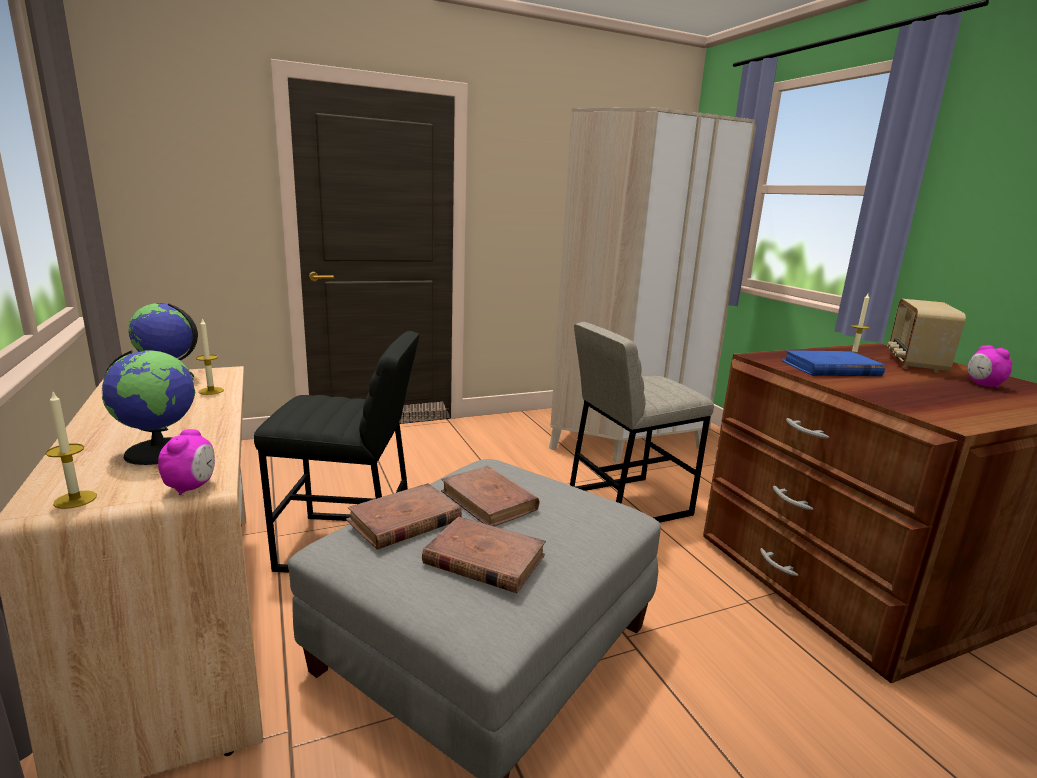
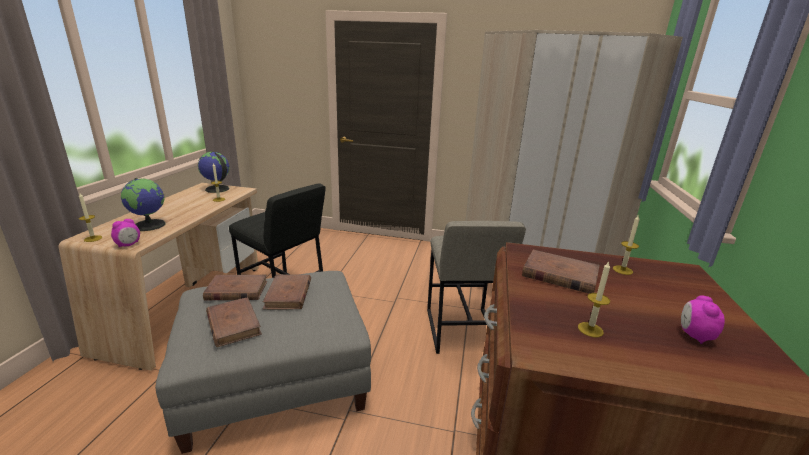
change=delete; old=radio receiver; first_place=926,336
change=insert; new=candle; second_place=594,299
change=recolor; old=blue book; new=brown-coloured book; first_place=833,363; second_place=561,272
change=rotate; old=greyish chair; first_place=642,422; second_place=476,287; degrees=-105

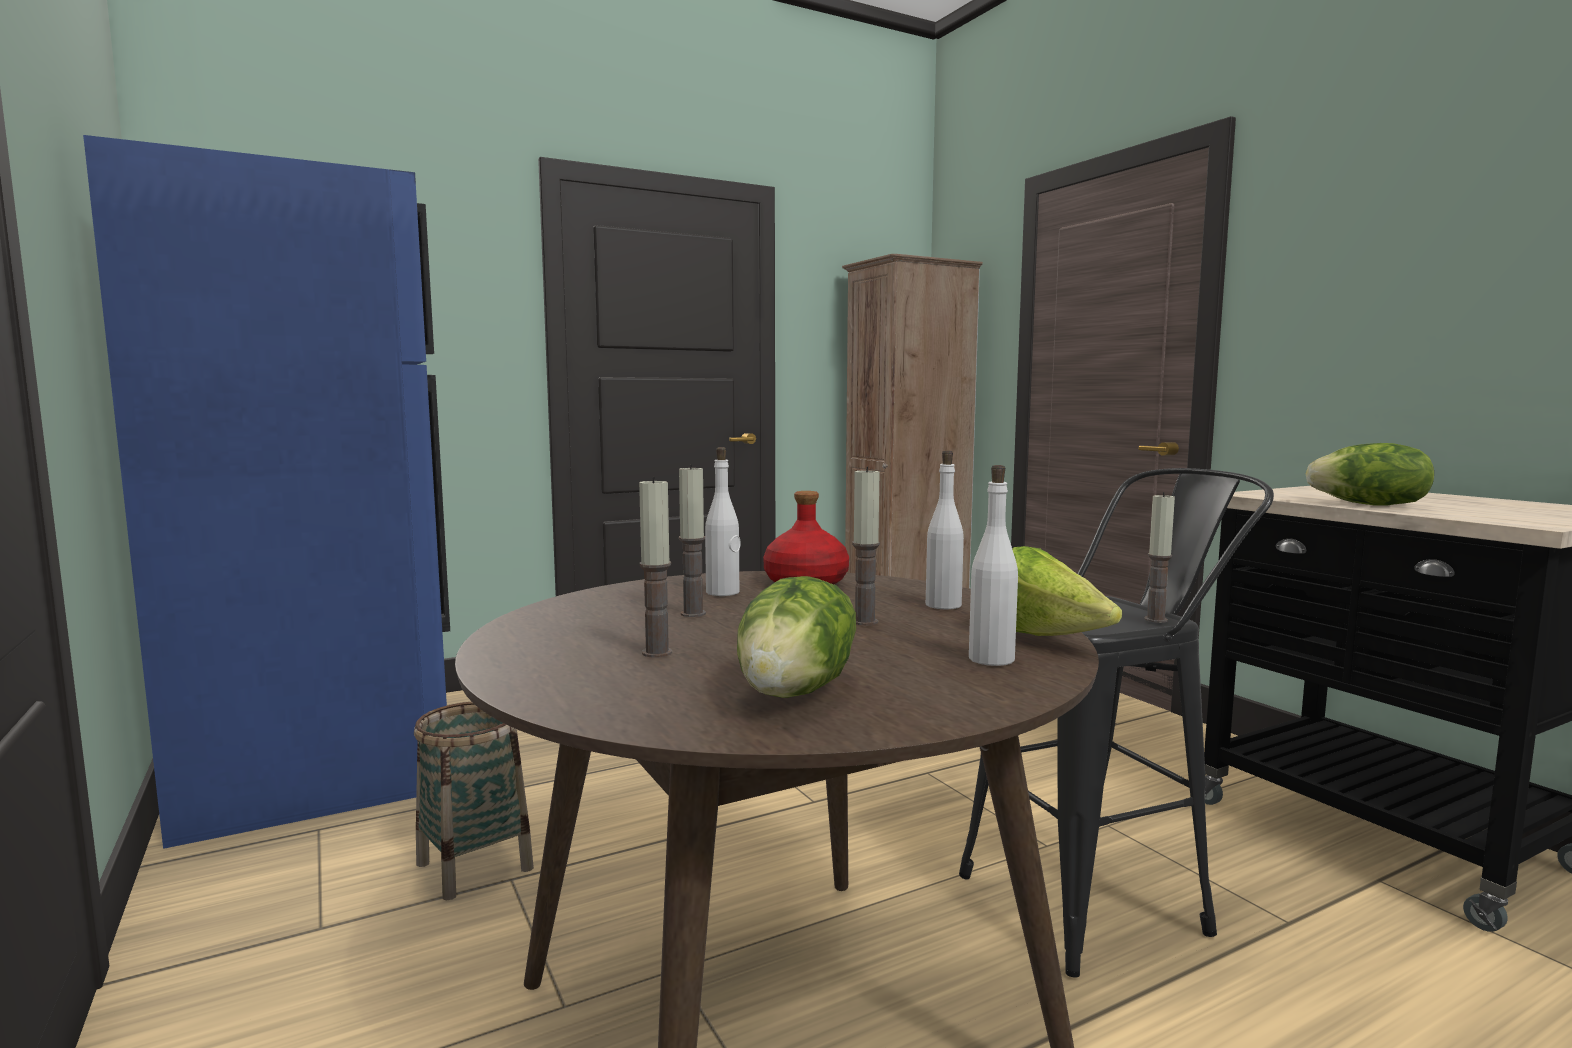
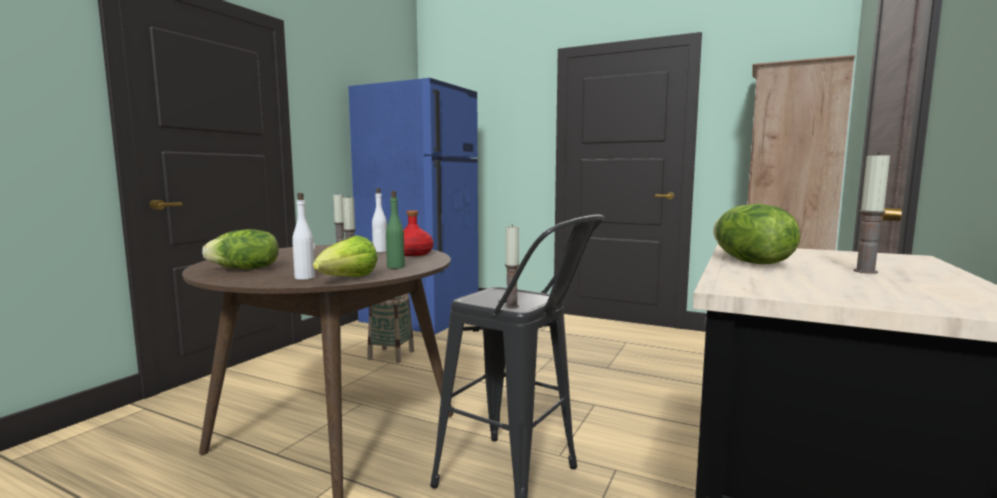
change=move; old=candle; first_place=655,567; second_place=871,213
change=recolor; old=whitish beverage bottle; new=green beverage bottle; first_place=945,530; second_place=395,230

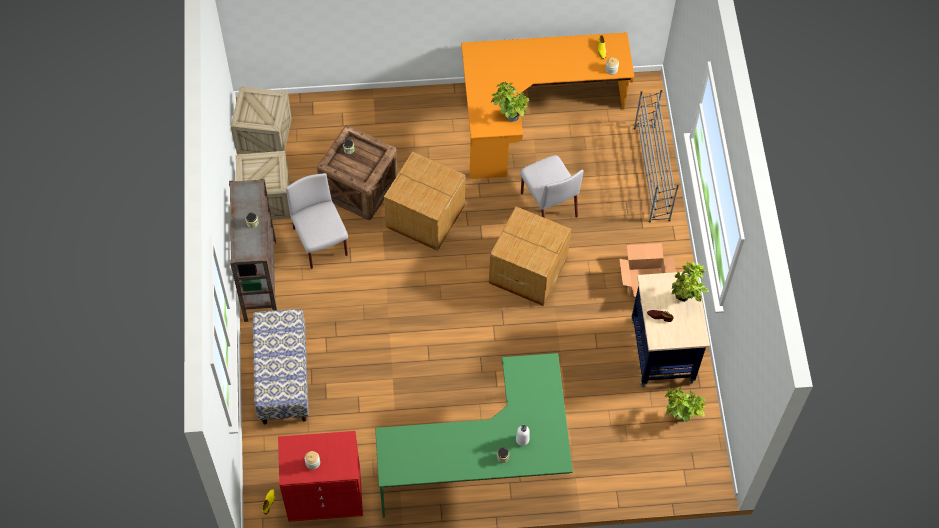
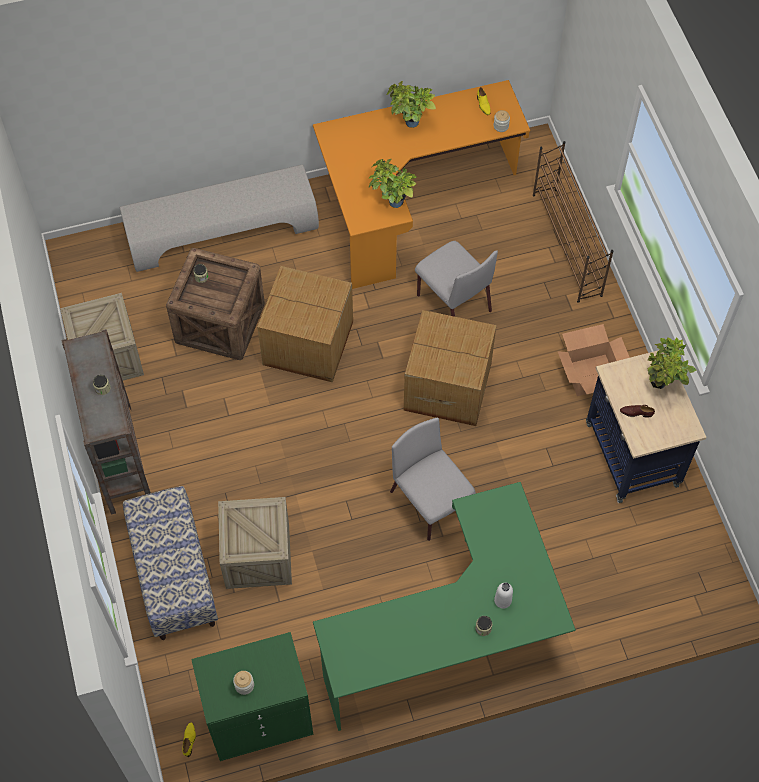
change=insert; new=greyish indoor bench; second_place=219,218
change=move; old=packing crate; first_place=261,120; second_place=255,543
change=move; old=greyish chair; first_place=317,221; second_place=433,479
change=move; old=potted plant; first_place=685,404; second_place=411,104
change=recolor; old=red cupboard; new=green cupboard; first_place=320,476; second_place=252,696
change=recolor; old=greyish shoe shelf; new=brown-coloured shoe shelf; first_place=656,156; second_place=573,222

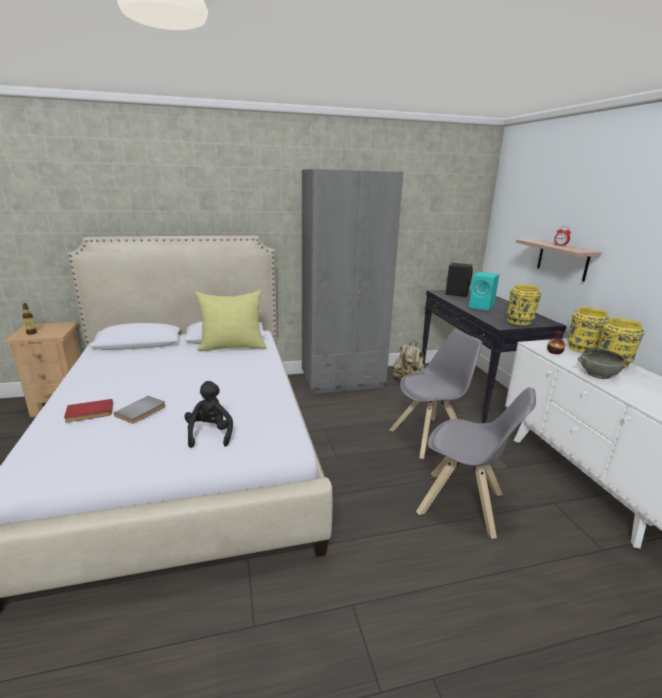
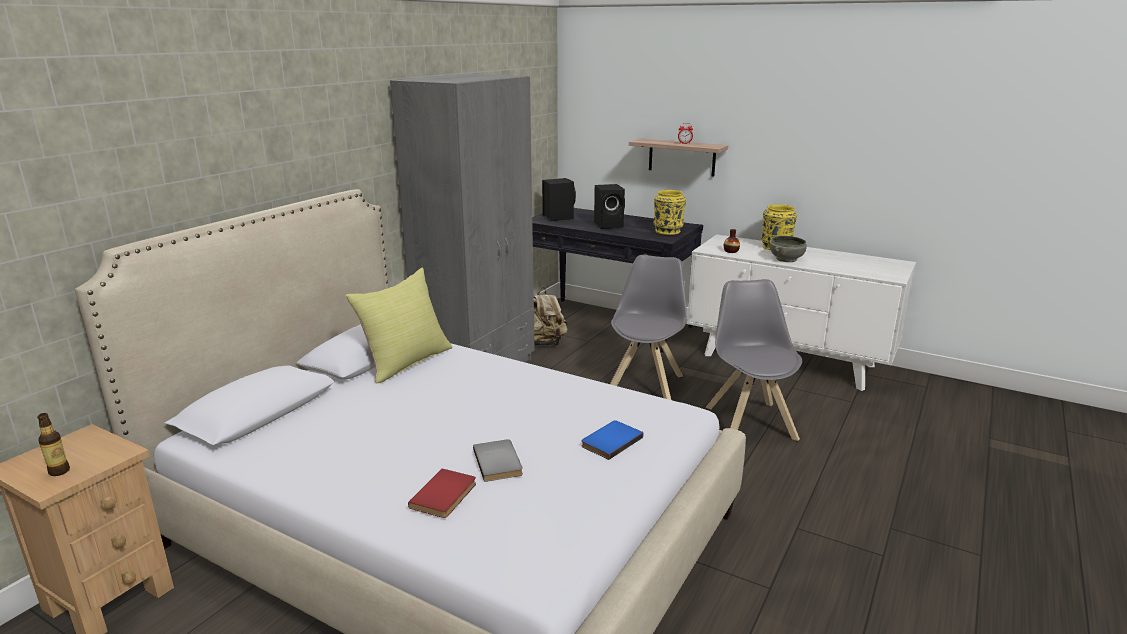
change=delete; old=yellowish vase; first_place=588,330
change=replace; old=black plush toy; new=blue book; first_place=208,414; second_place=612,440
change=recolor; old=turquoise speaker; new=black speaker; first_place=484,291; second_place=609,206
change=rotate; old=greyish chair; first_place=476,463; second_place=753,360; degrees=-75

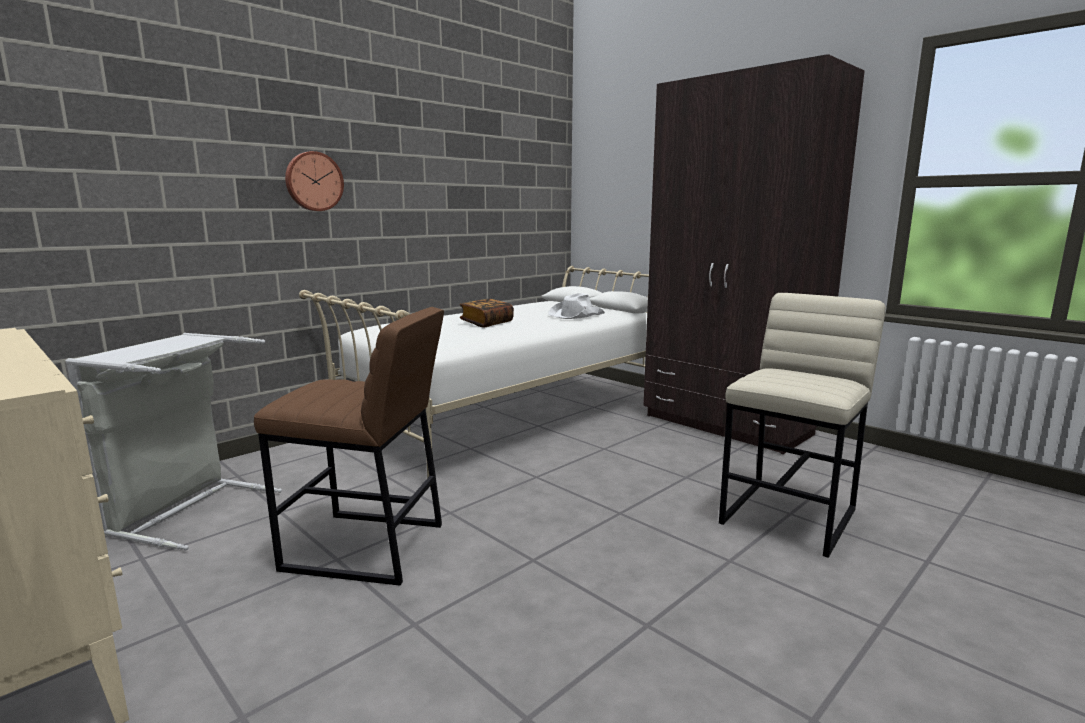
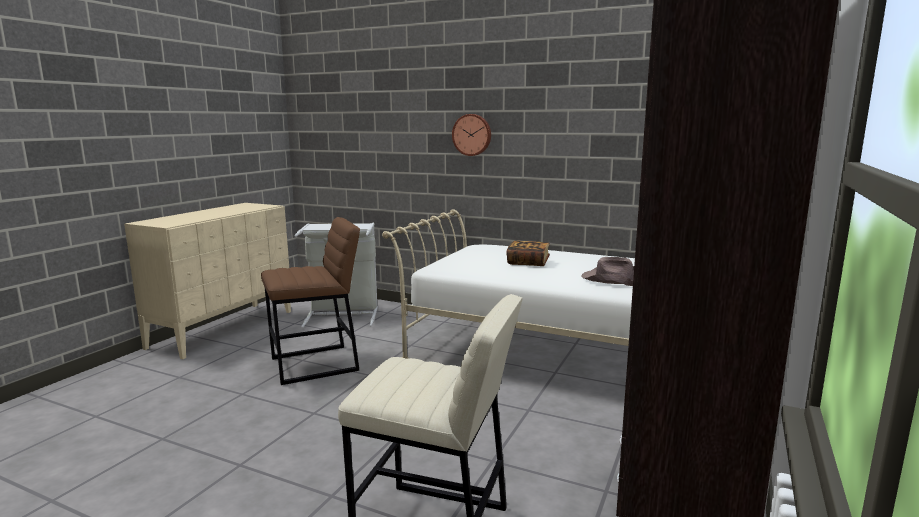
change=recolor; old=whitish clothing hat; new=brown-coloured clothing hat; first_place=576,306; second_place=607,271
change=rotate; old=brown-coloured chair; first_place=349,446; second_place=310,301; degrees=-105

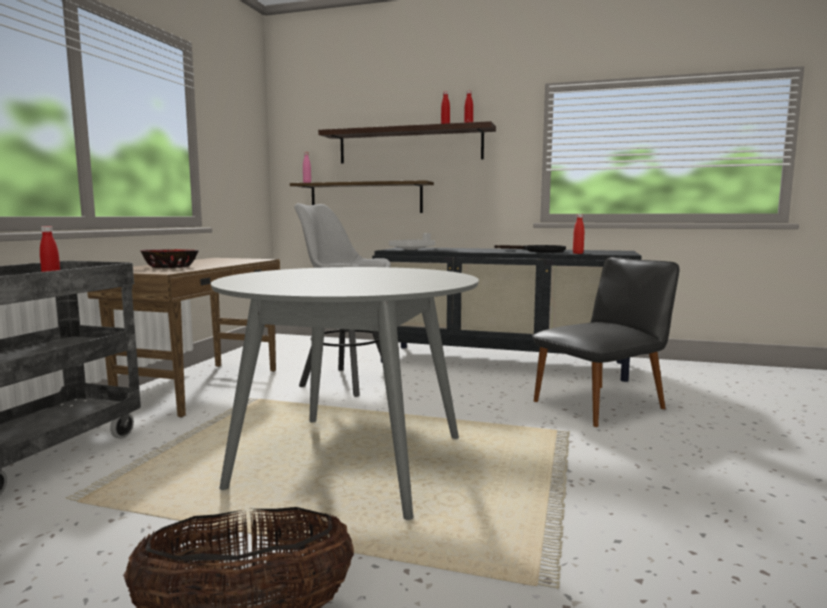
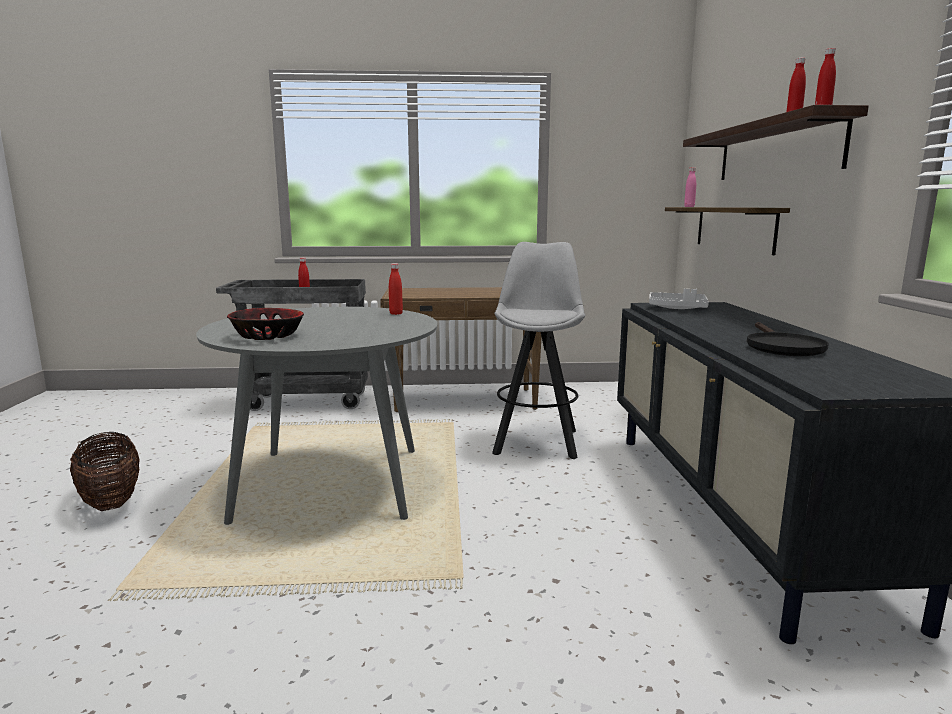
change=delete; old=black chair; first_place=605,342
change=move; old=serving bowl; first_place=169,258; second_place=265,324
change=move; old=red beverage bottle; first_place=578,234; second_place=396,289

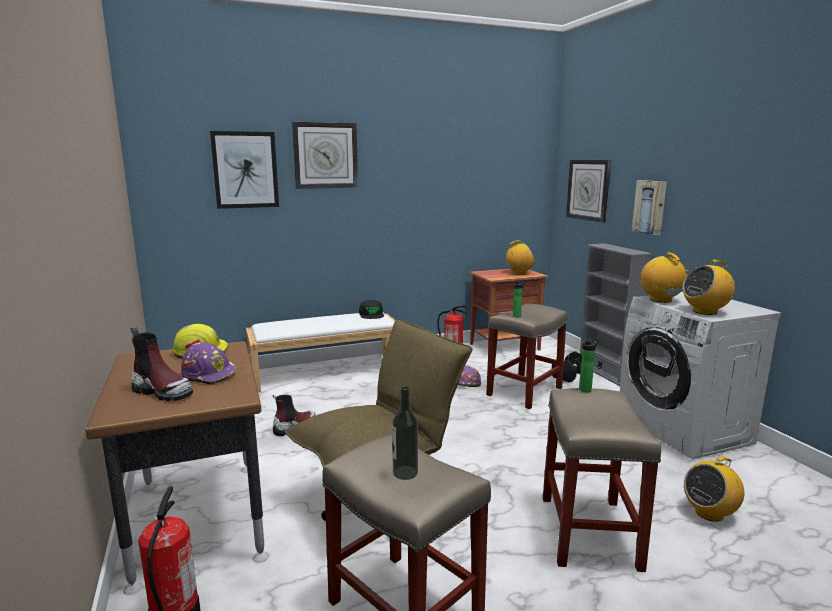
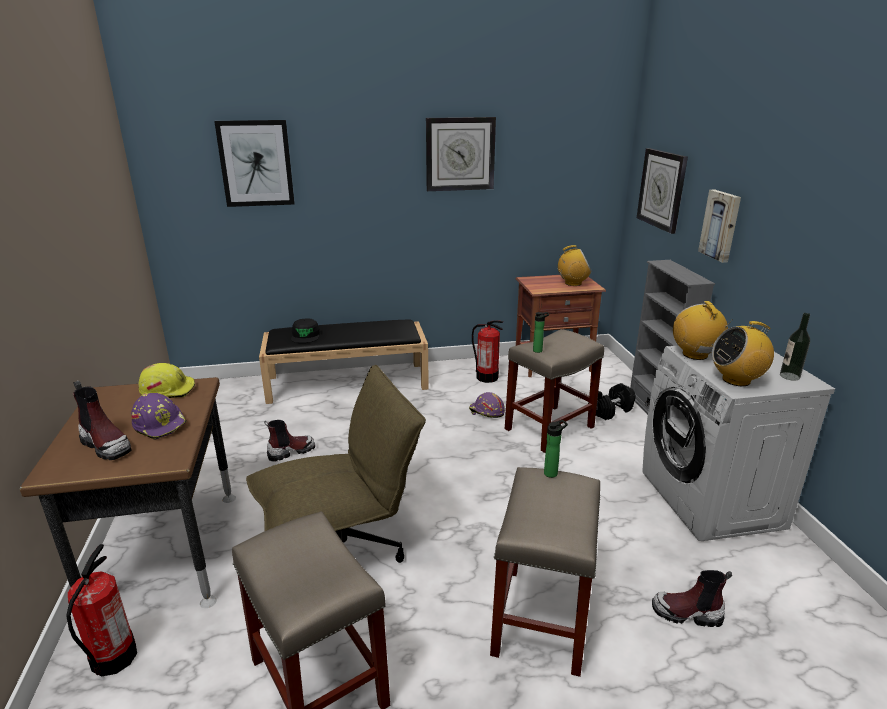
change=move; old=hanging clock; first_place=325,155; second_place=461,154
change=move; old=black peaked cap; first_place=371,309; second_place=305,331
change=move; old=beverage bottle; first_place=405,433; second_place=795,347
change=replace; old=radio receiver; new=boot; first_place=714,488; second_place=692,598
change=recolor; old=whitish indoor bench; new=black indoor bench; first_place=320,352; second_place=344,361

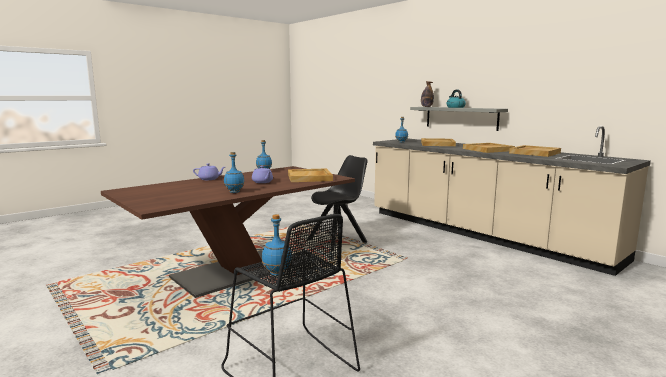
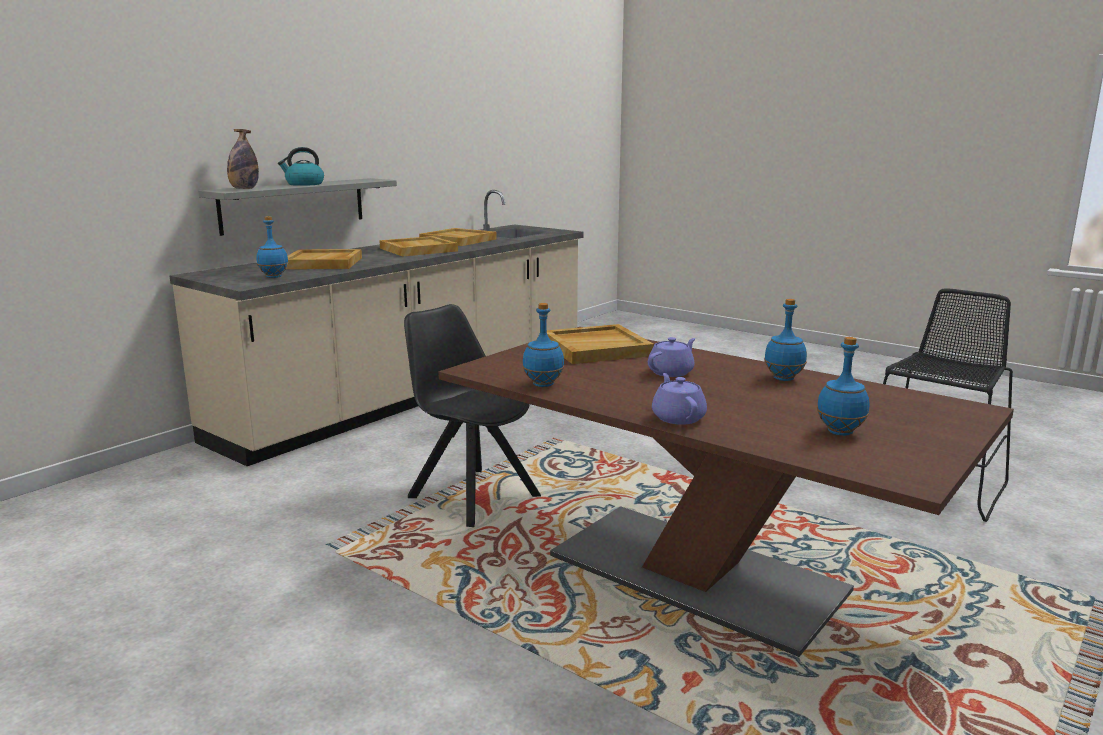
change=move; old=blue beverage bottle; first_place=277,245; second_place=843,386

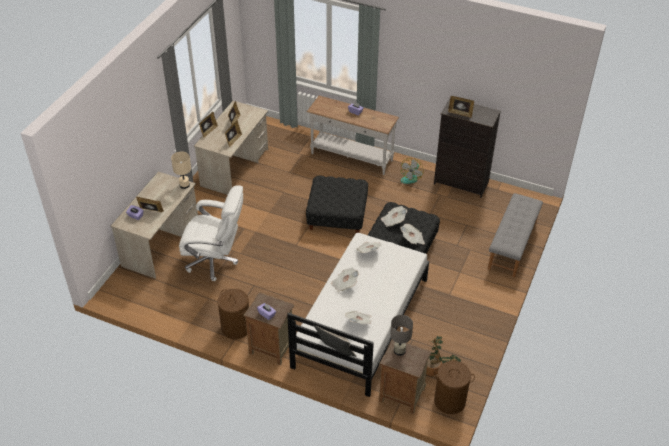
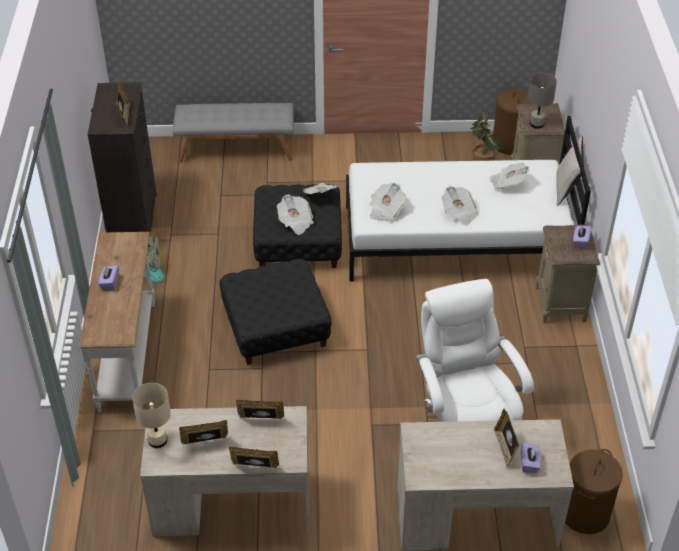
change=move; old=beige table lamp; first_place=181,170; second_place=151,415
change=move; old=brown-coloured hamper; first_place=233,314; second_place=594,491

